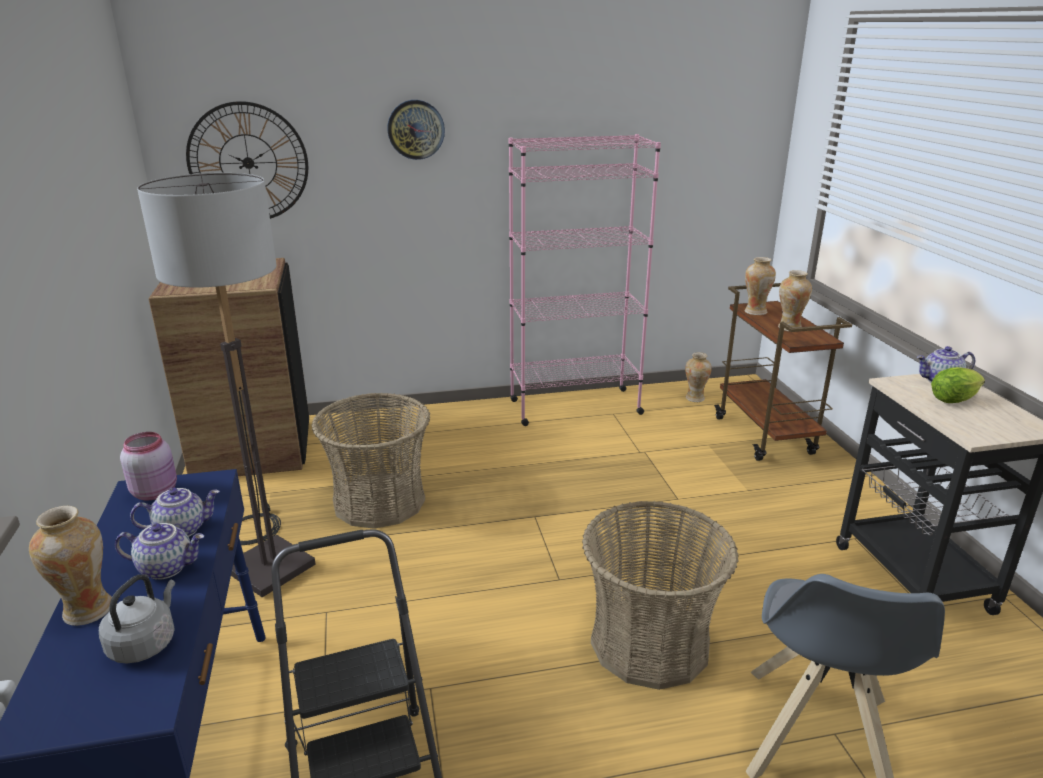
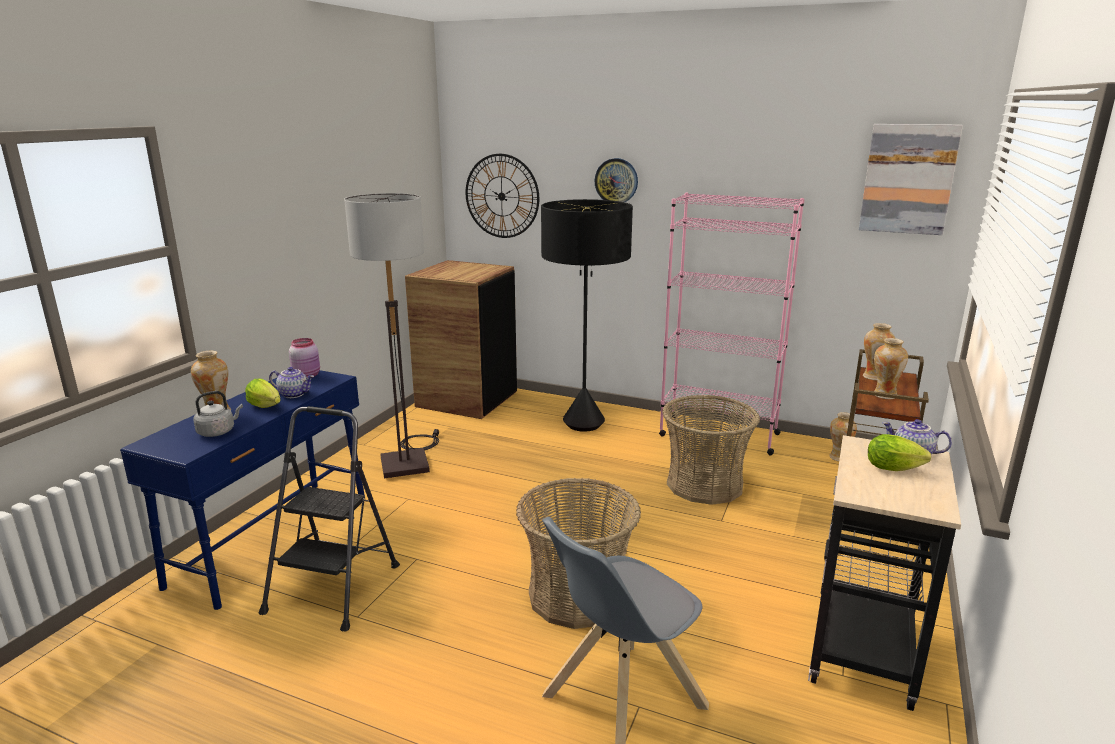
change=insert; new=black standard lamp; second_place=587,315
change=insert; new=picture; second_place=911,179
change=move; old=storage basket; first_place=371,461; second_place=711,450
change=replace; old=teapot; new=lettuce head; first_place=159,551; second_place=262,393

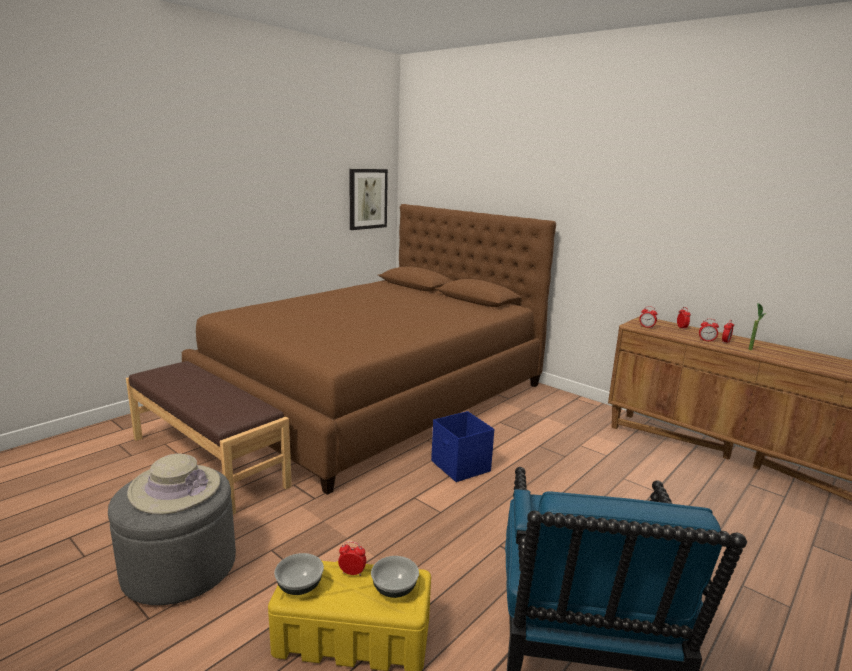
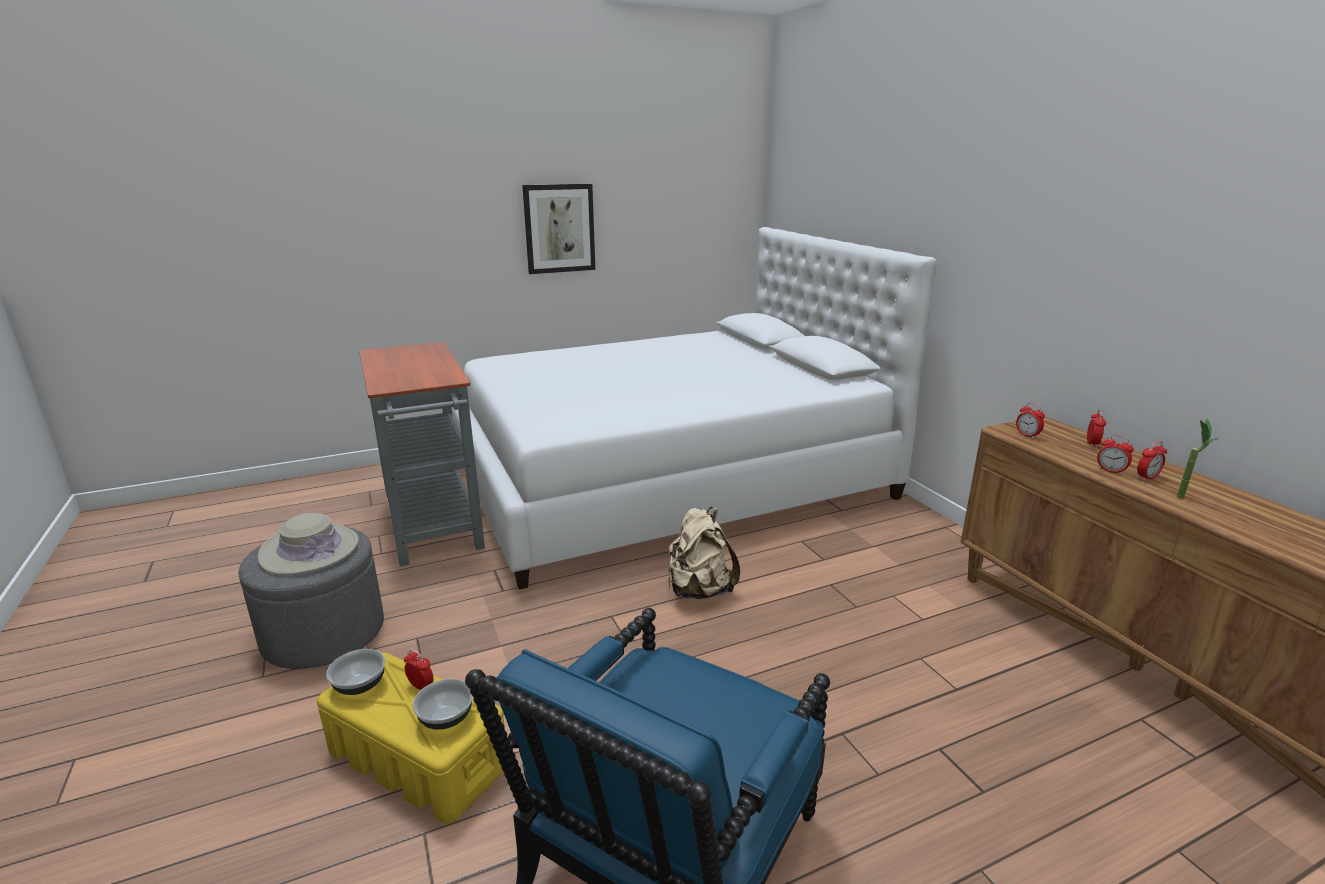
change=move; old=picture; first_place=368,199; second_place=558,229
change=replace; old=brown-coloured indoor bench; new=greyish trolley; first_place=209,437; second_place=422,454
change=replace; old=blue storage bin; new=beige knapsack; first_place=462,446; second_place=704,553
change=recolor; old=brown-coloured sleeping bed; new=whitish sleeping bed; first_place=369,349; second_place=694,408

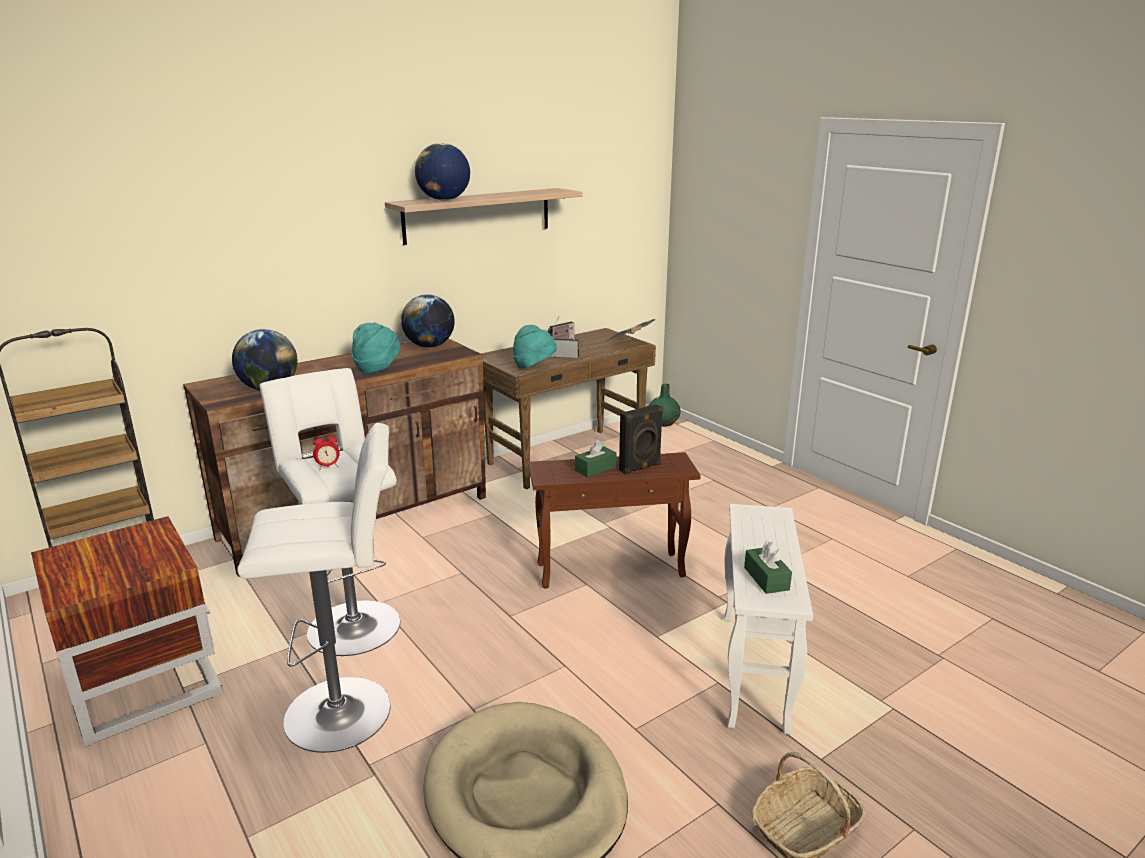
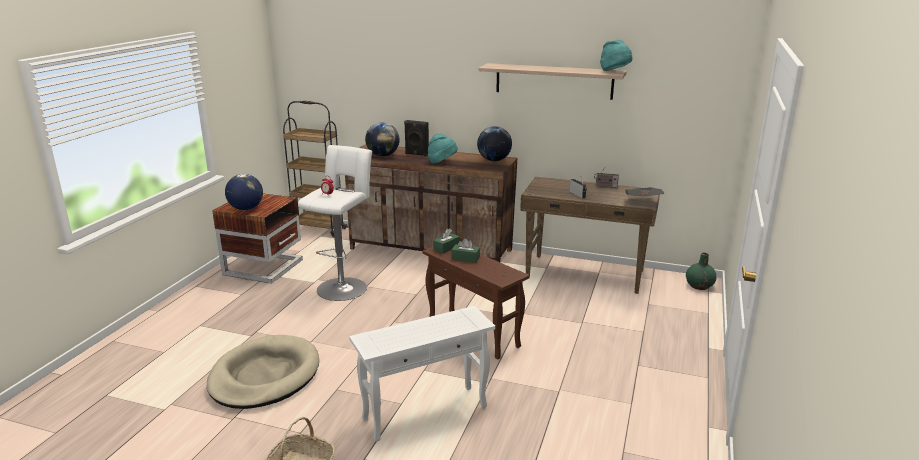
change=delete; old=whitish stool; first_place=313,588
change=move; old=world globe; first_place=442,172; second_place=244,192
change=move; old=turquoise clothing hat; first_place=535,346; second_place=616,55
change=move; old=black speaker; first_place=641,439; second_place=416,138
change=move; old=green tissue box; first_place=768,567; second_place=446,241

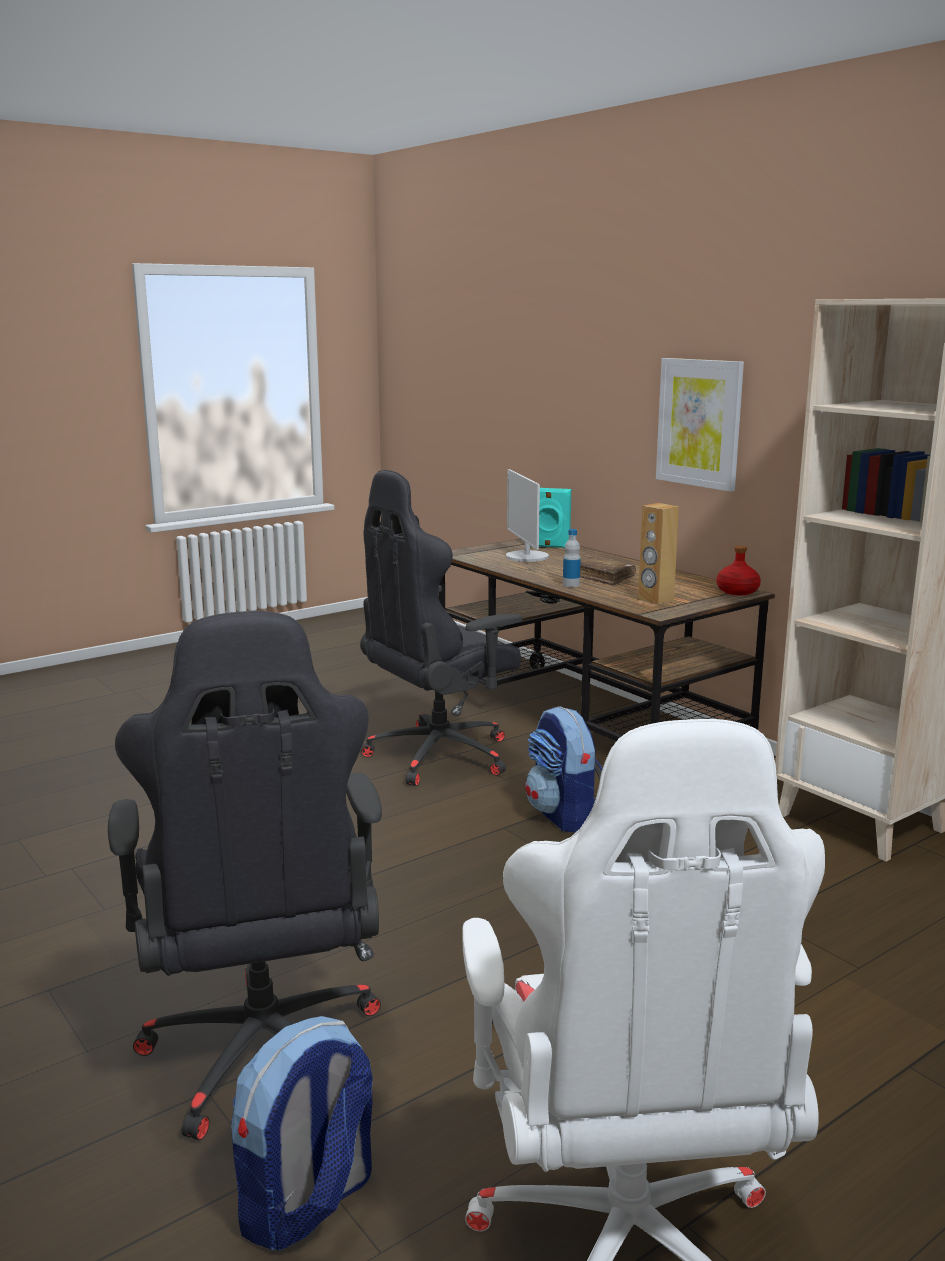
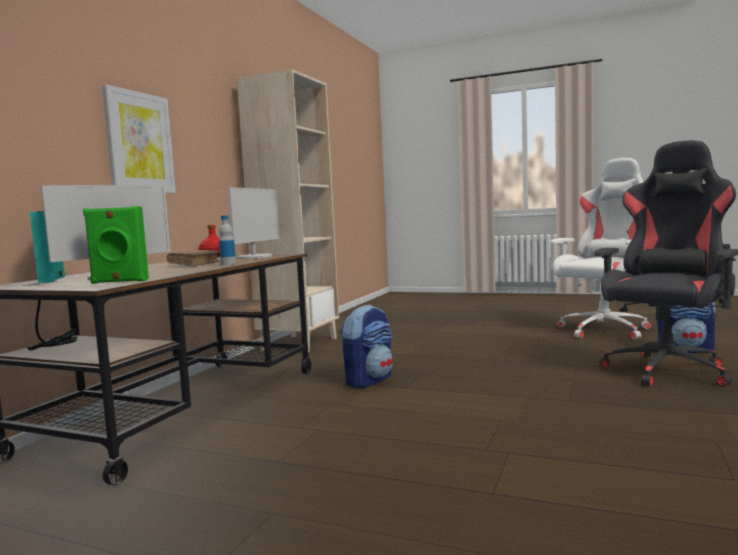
change=delete; old=black computer chair; first_place=441,628
change=insert; new=green speaker; second_place=116,245
change=replace; old=brown-coloured speaker; new=monitor; first_place=658,554; second_place=253,223

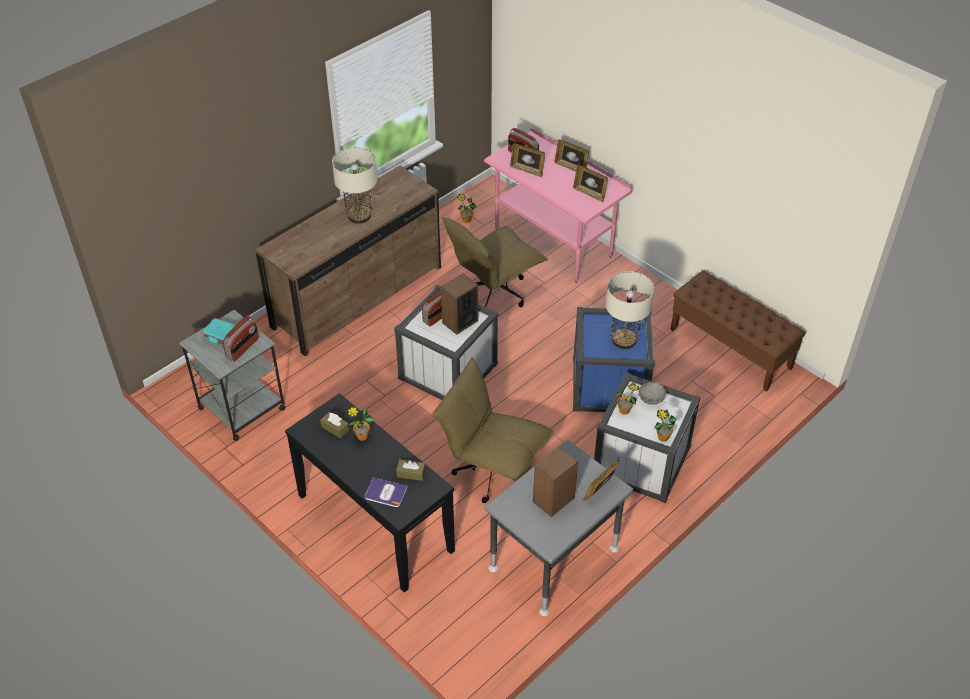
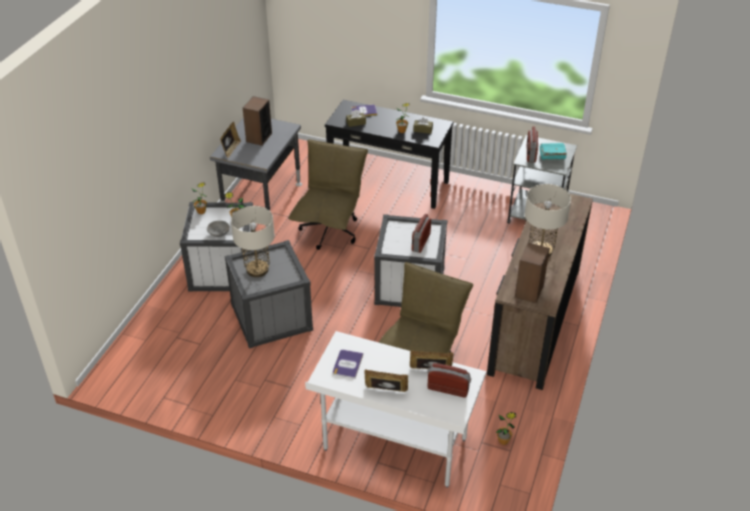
change=delete; old=brown-coloured indoor bench; first_place=737,331
change=move; old=speaker; first_place=459,304; second_place=532,272
change=replace; old=standing frame; new=book; first_place=590,183; second_place=348,364
change=recolor; old=pink-coloured desk table; new=whitish desk table; first_place=558,205; second_place=395,409
change=recolor; old=blue storage bin; new=greyish storage bin; first_place=614,359; second_place=268,294
change=rotate; old=beige computer chair; first_place=493,430; second_place=328,195; degrees=-75

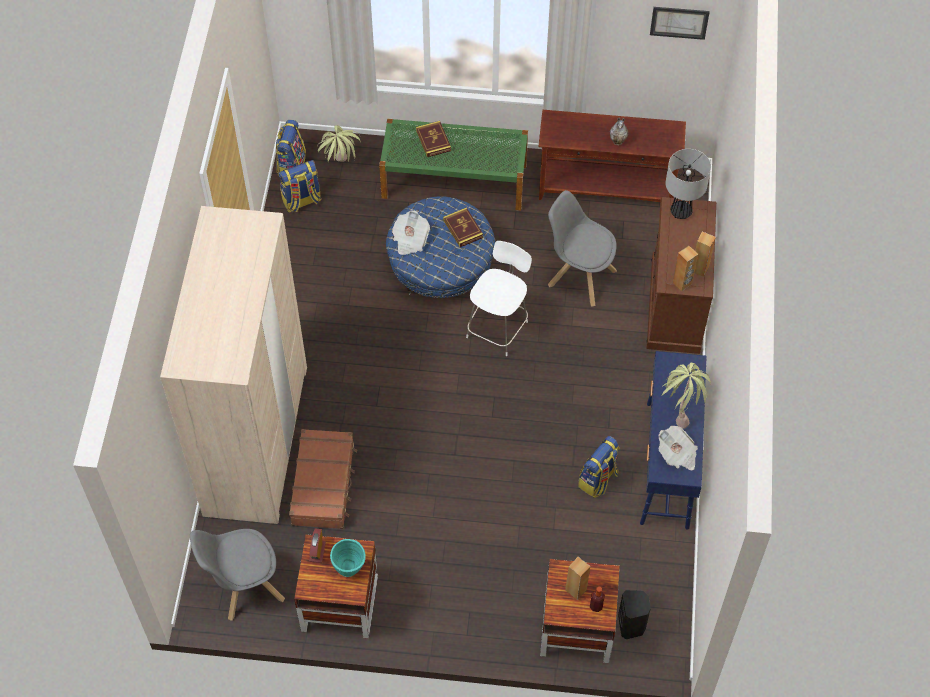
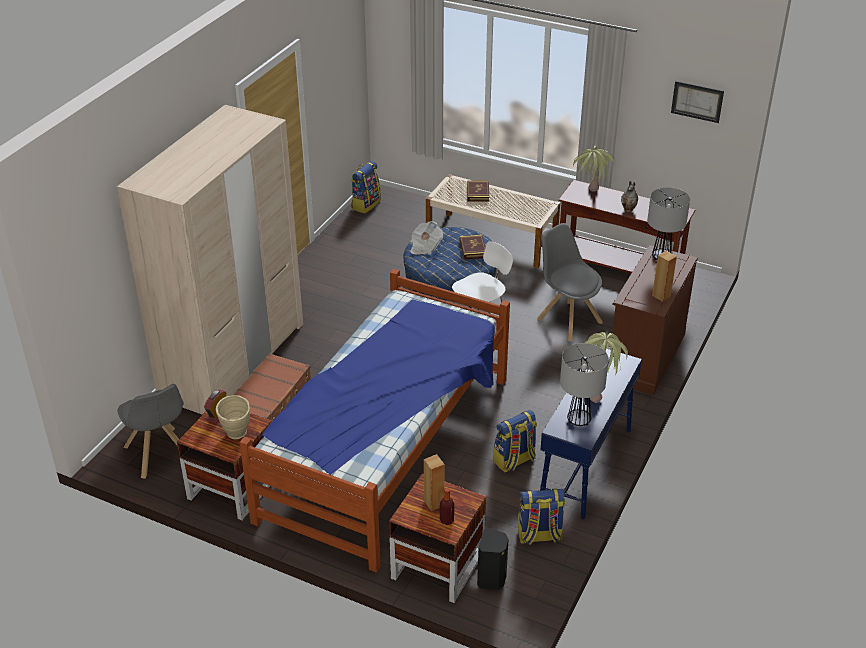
change=delete; old=brown-coloured speaker; first_place=685,268
change=insert; new=sleeping bed; second_place=374,420
change=move; old=knapsack; first_place=300,186; second_place=541,517
change=move; old=potted plant; first_place=338,143; second_place=594,168
change=replace; old=daily paper; new=table lamp; first_place=678,448; second_place=584,384
change=recolor; old=turquoise vase; new=beige vase; first_place=348,558; second_place=233,417
change=recolor; old=green indoor bench; new=beige indoor bench; first_place=453,164; second_place=493,221
change=rotate; old=greyish chair; first_place=237,575; second_place=150,431; degrees=-120

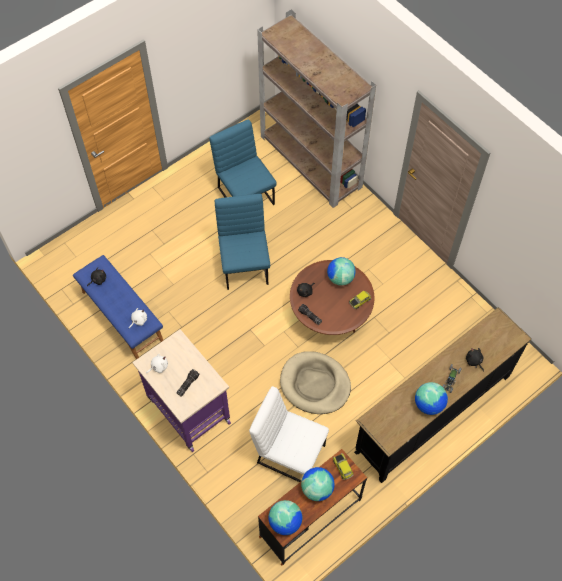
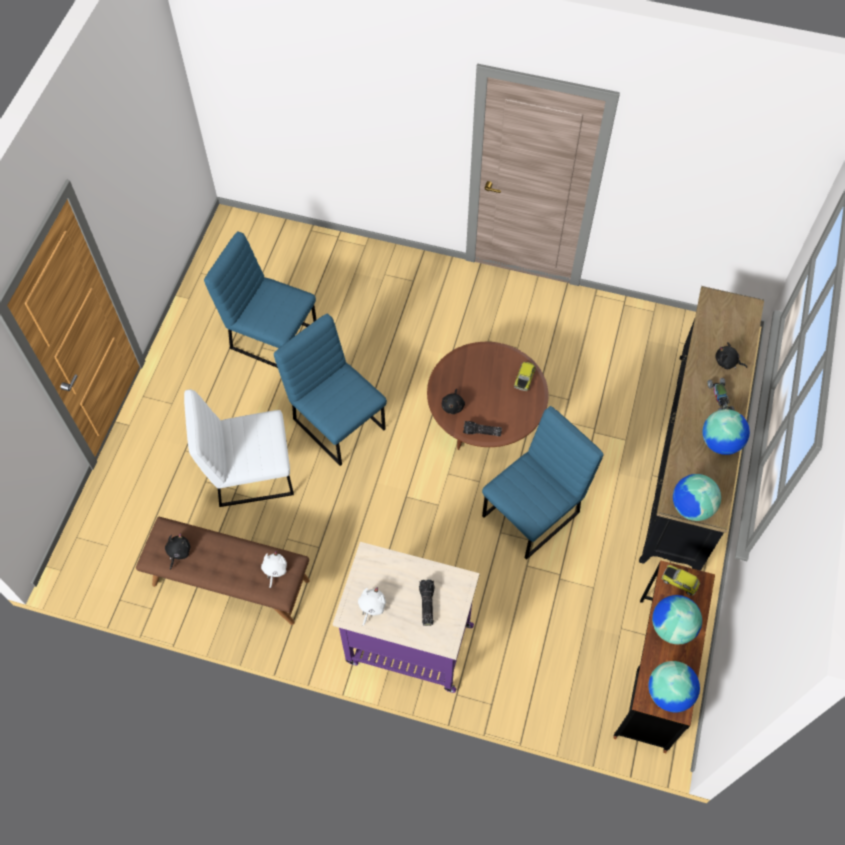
change=delete; old=brown-coloured bookcase; first_place=316,108
change=move; old=whitish chair; first_place=289,434; second_place=239,448
change=move; old=world globe; first_place=341,271; second_place=697,497
change=replace; old=beige pet bed; new=blue chair; first_place=315,382; second_place=543,483
change=recolor; old=blue indoor bench; new=brown-coloured indoor bench; first_place=118,307; second_place=223,571

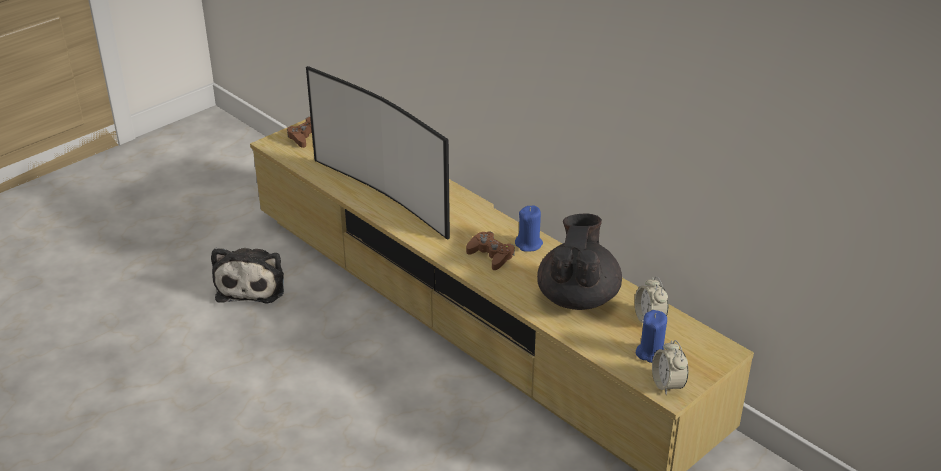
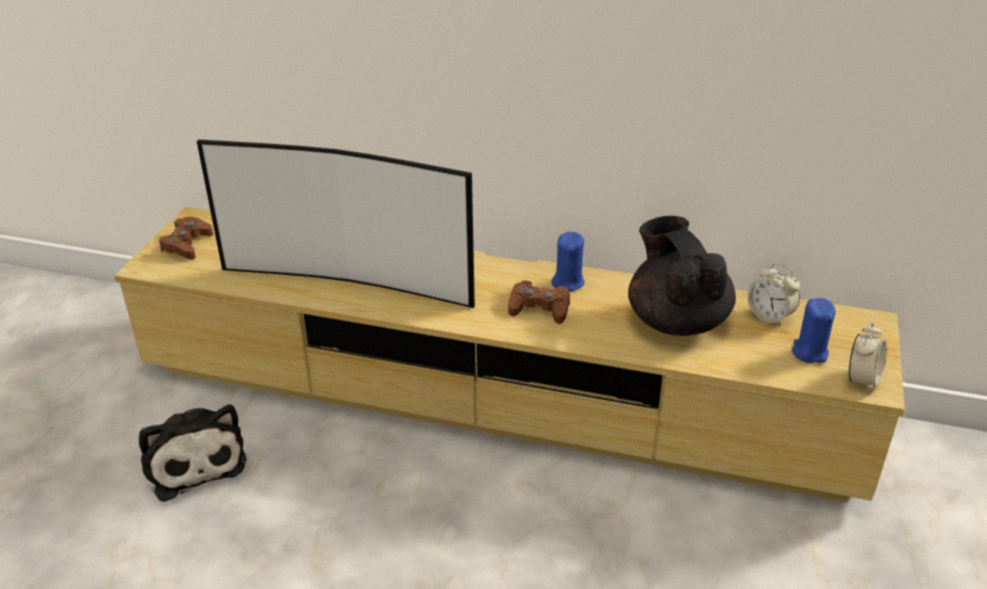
change=rotate; old=table clock; first_place=670,367; second_place=868,357; degrees=-105

